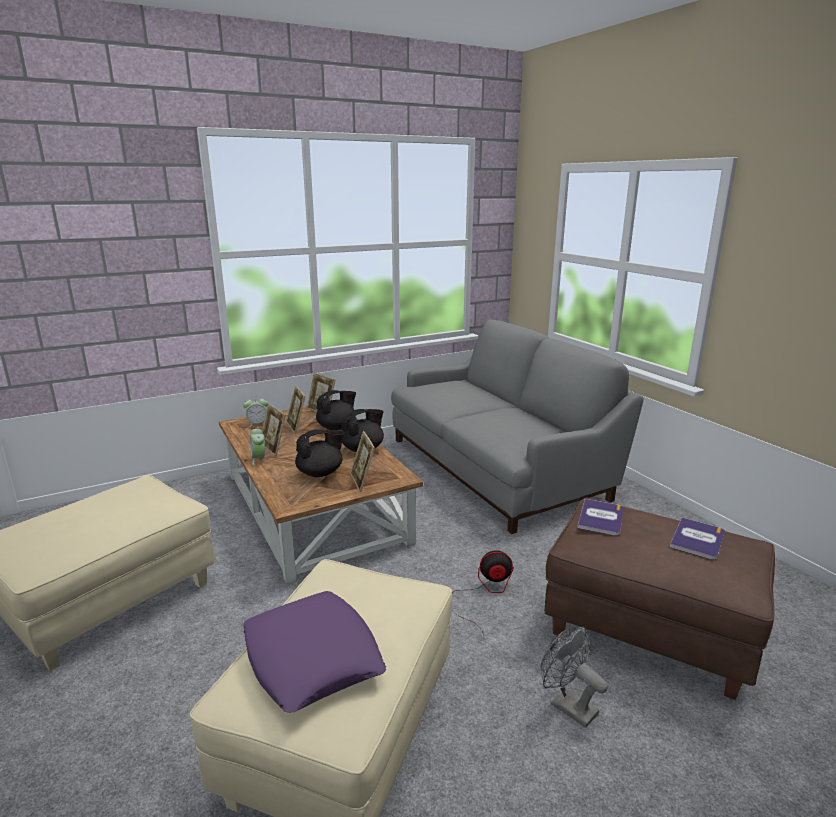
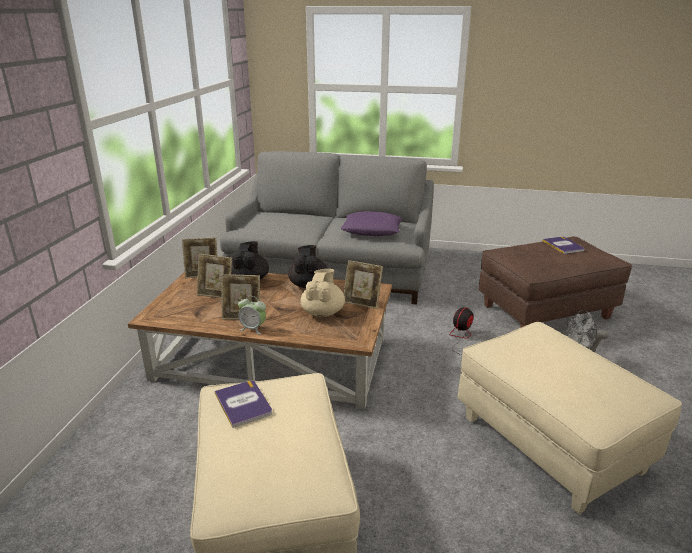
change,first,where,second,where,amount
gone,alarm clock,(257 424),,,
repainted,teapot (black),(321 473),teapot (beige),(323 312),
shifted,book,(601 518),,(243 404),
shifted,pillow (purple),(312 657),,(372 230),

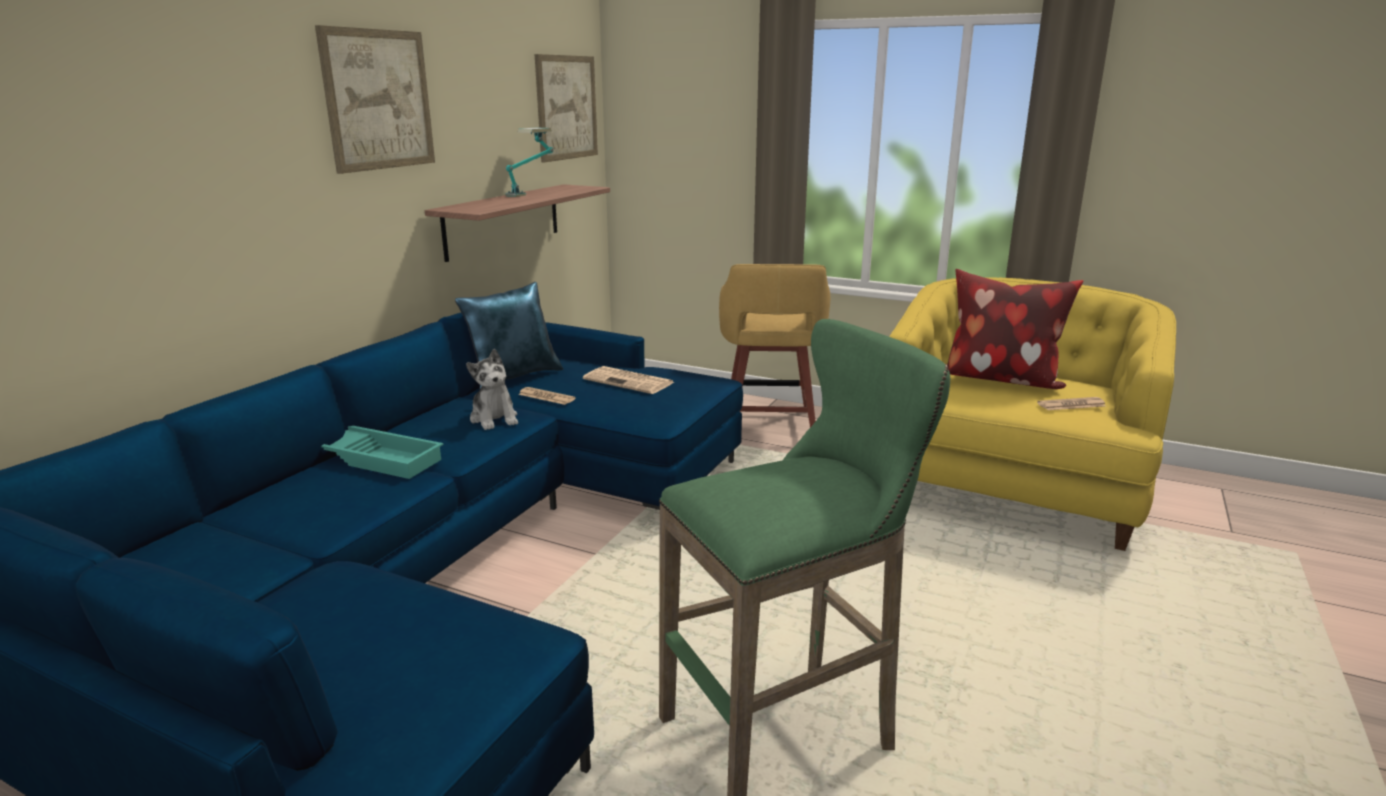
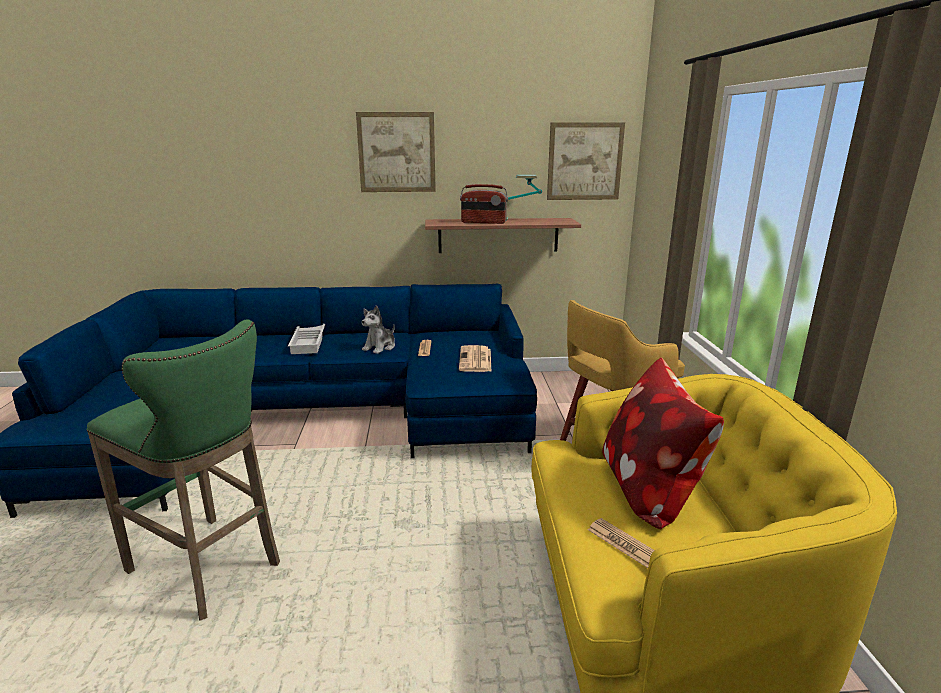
change,first,where,second,where,amount
gone,pillow (blue),(514 378),,,
repainted,tray (turquoise),(379 458),tray (white),(309 342),
new,,,radio,(483 222),

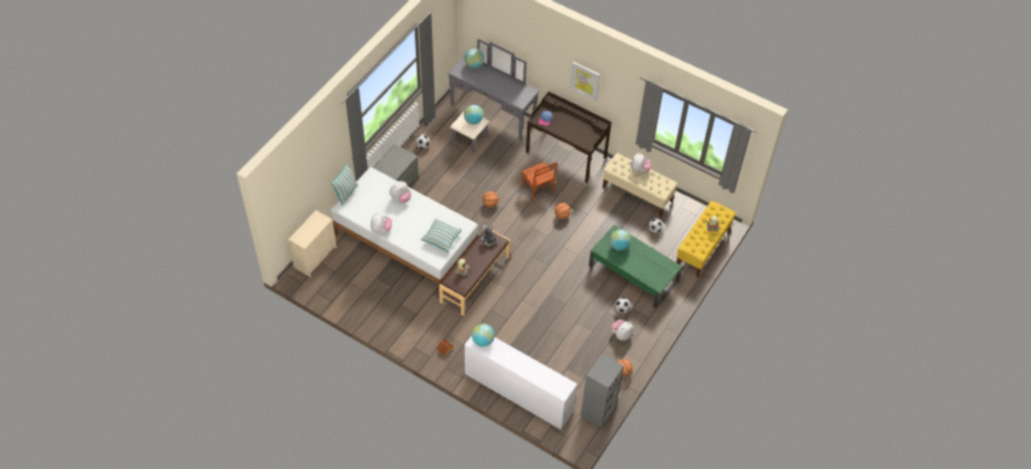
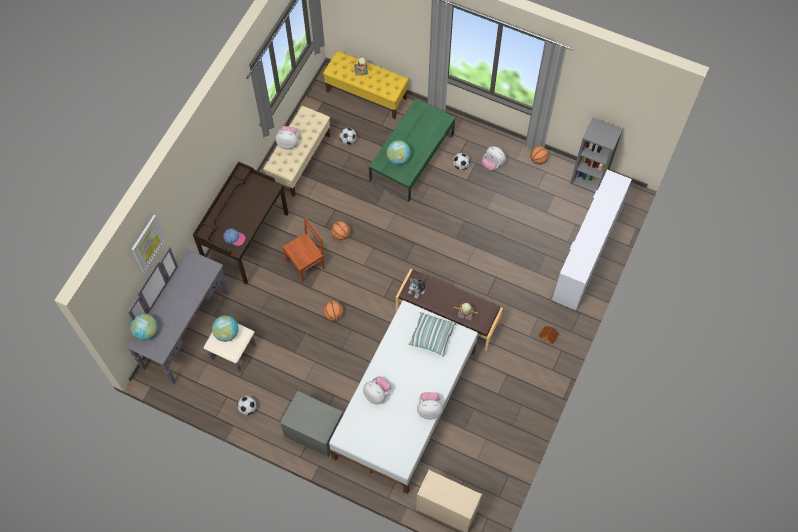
change,first,where,second,where,amount
shifted,picture,(585 81),,(147 243),
gone,pillow,(346 193),,,
gone,globe,(483 341),,,

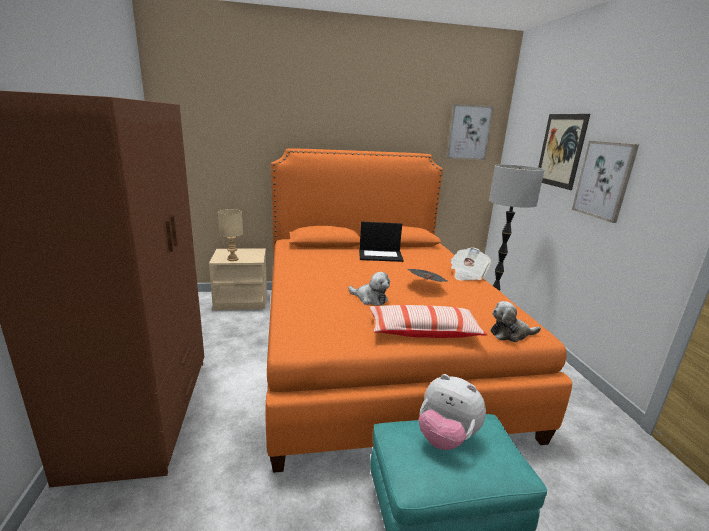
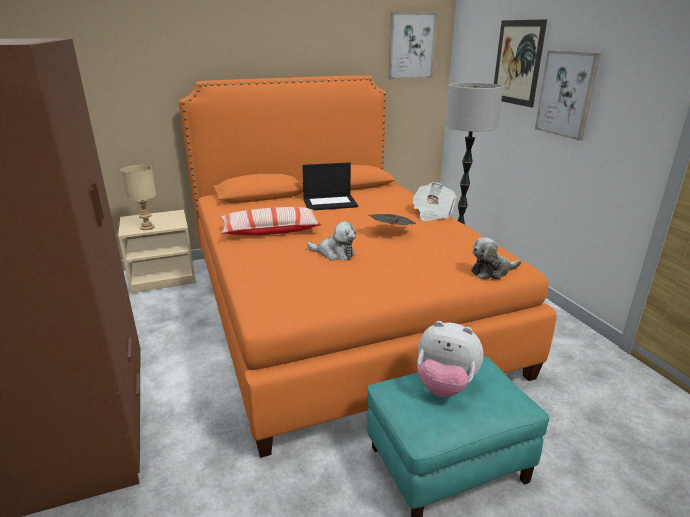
change,first,where,second,where,amount
shifted,pillow,(423 331),,(271 231),

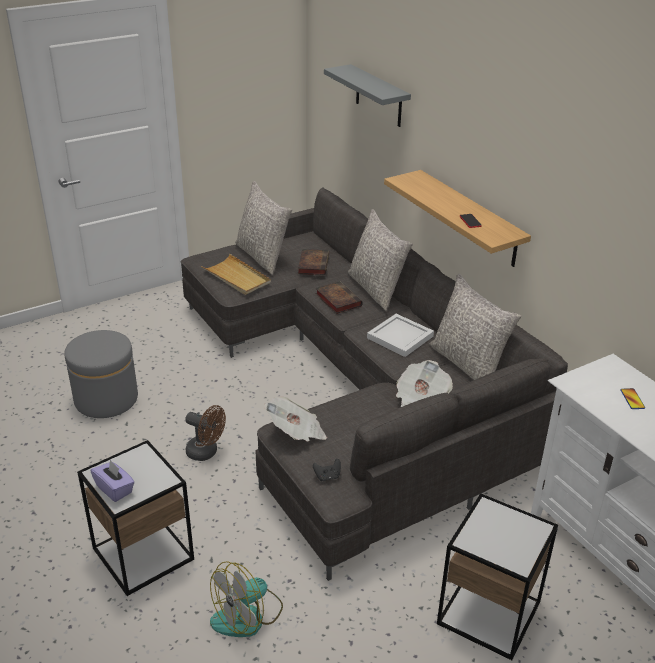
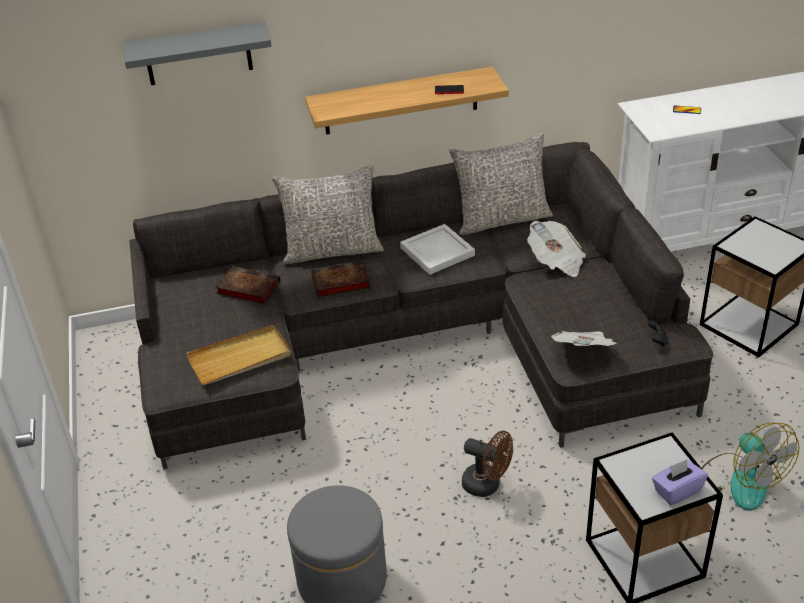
change,first,where,second,where,amount
gone,pillow (grey),(263 256),,,
rotated,fan (brown),(206 452),,(487 485),75 degrees clockwise

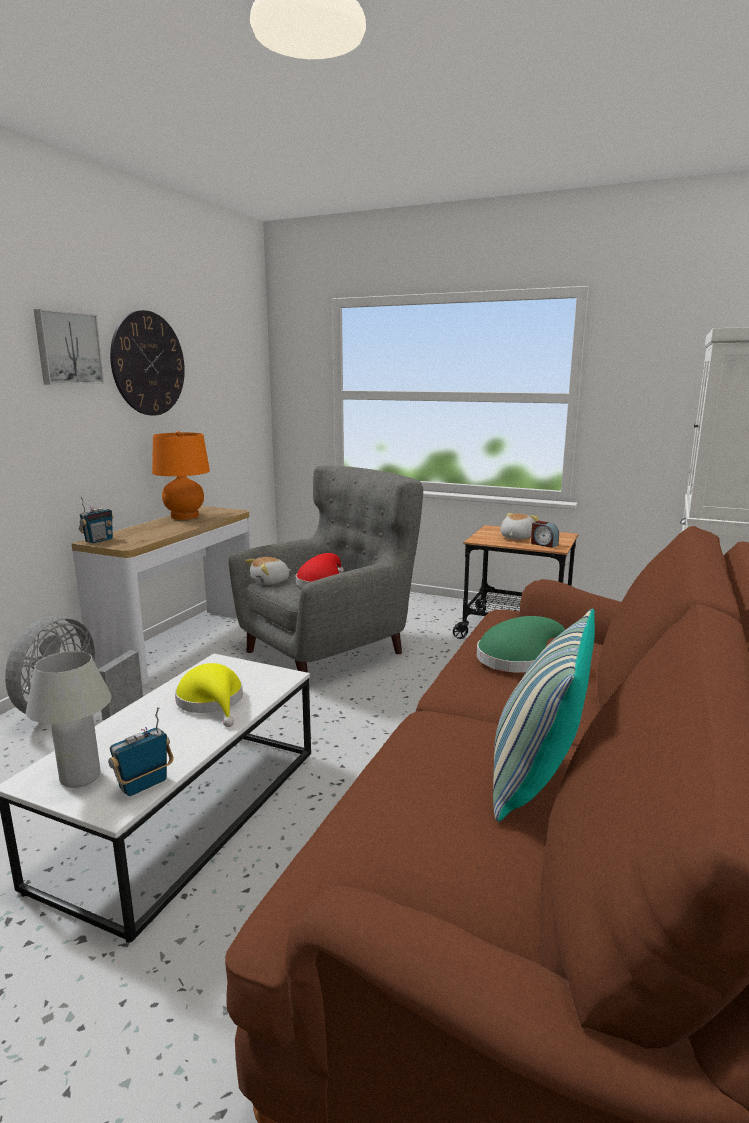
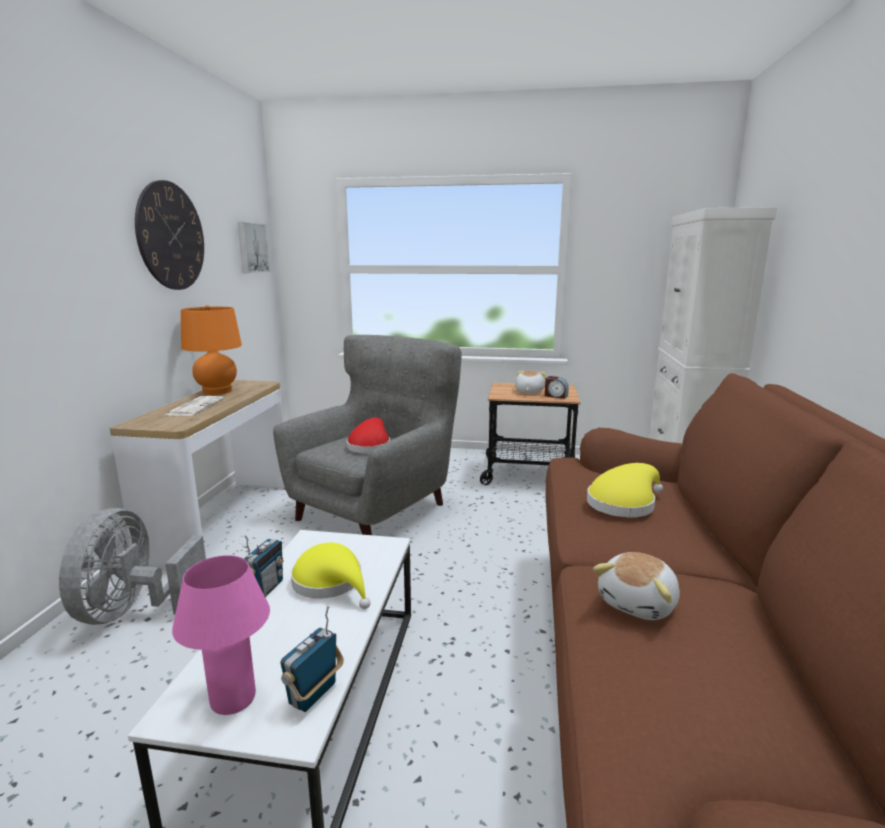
change,first,where,second,where,amount
shifted,picture,(67 348),,(252 248),
shifted,radio,(99 540),,(265 588),
shifted,plush toy,(270 582),,(639 603),
gone,pillow,(535 779),,,
repainted,hat (green),(518 659),hat (yellow),(623 503),
repainted,table lamp (white),(80 777),table lamp (pink),(233 699),
new,,,newspaper,(195 407),

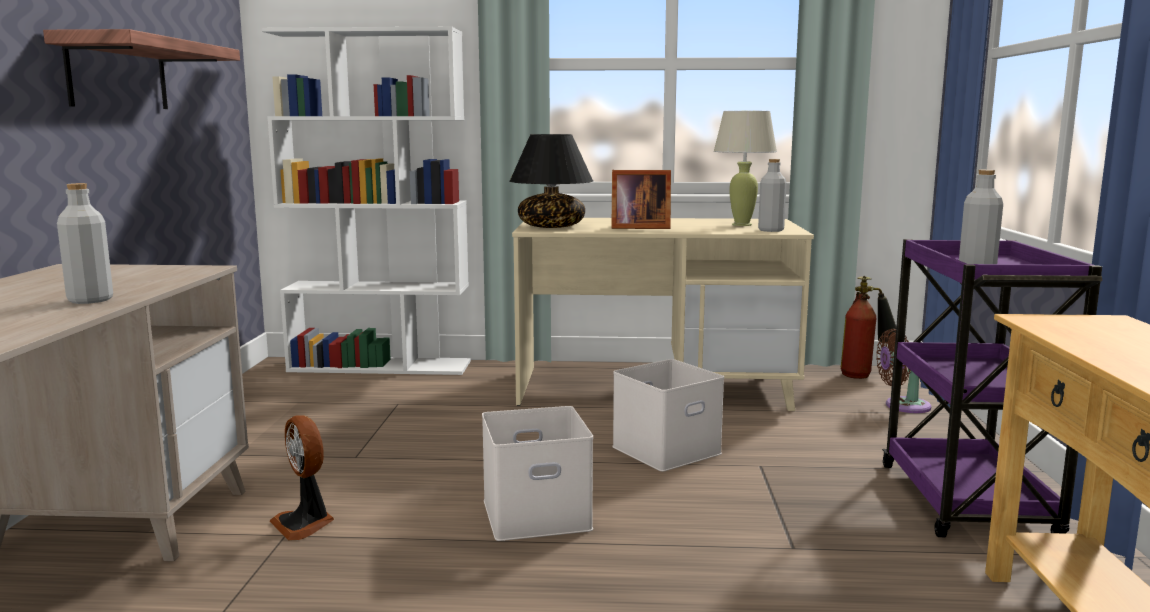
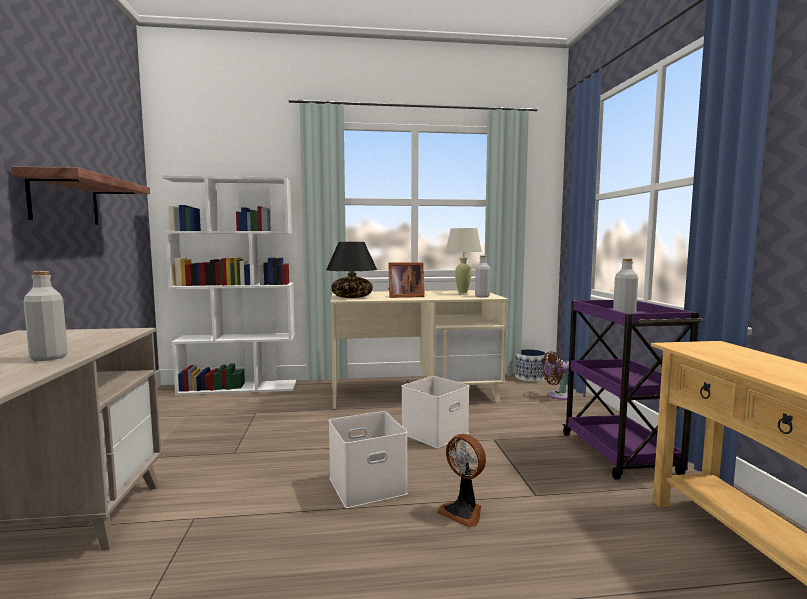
change,first,where,second,where,amount
swapped,fire extinguisher,(866 374),planter,(530 378),
shifted,fan,(305 523),,(463 512),

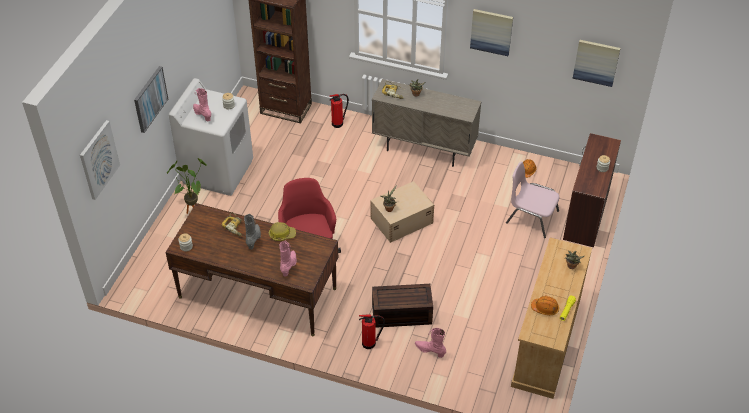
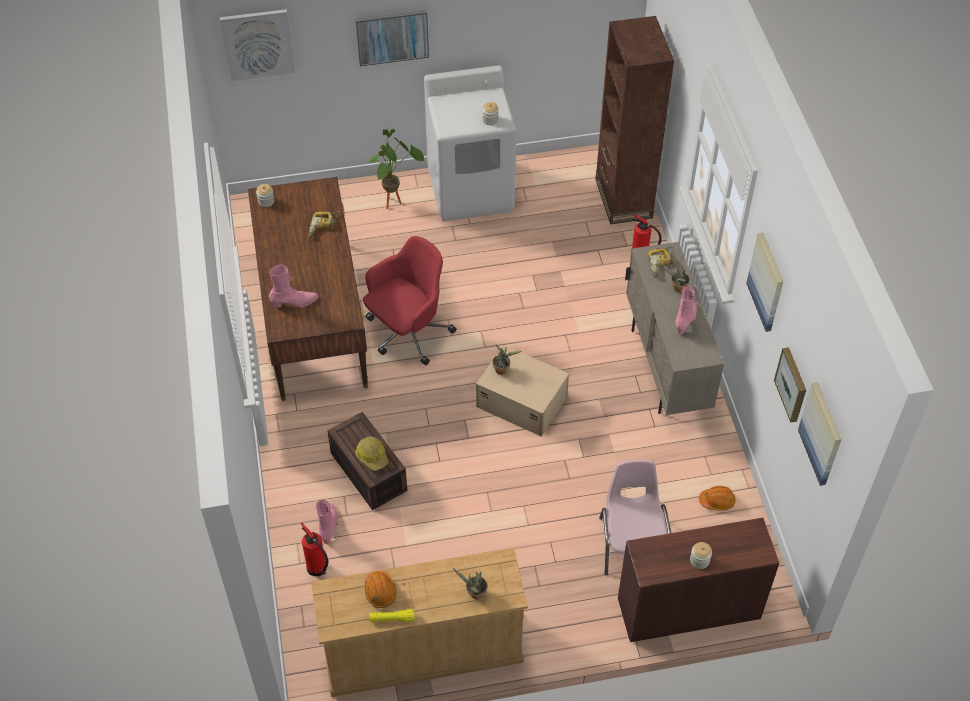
change,first,where,second,where,amount
shifted,boot (pink),(202 114),,(686 320),
gone,boot (grey),(254 239),,,
shifted,hard hat,(282 234),,(372 456),
shifted,fire extinguisher,(370 343),,(317 569),
new,,,picture,(792 384),

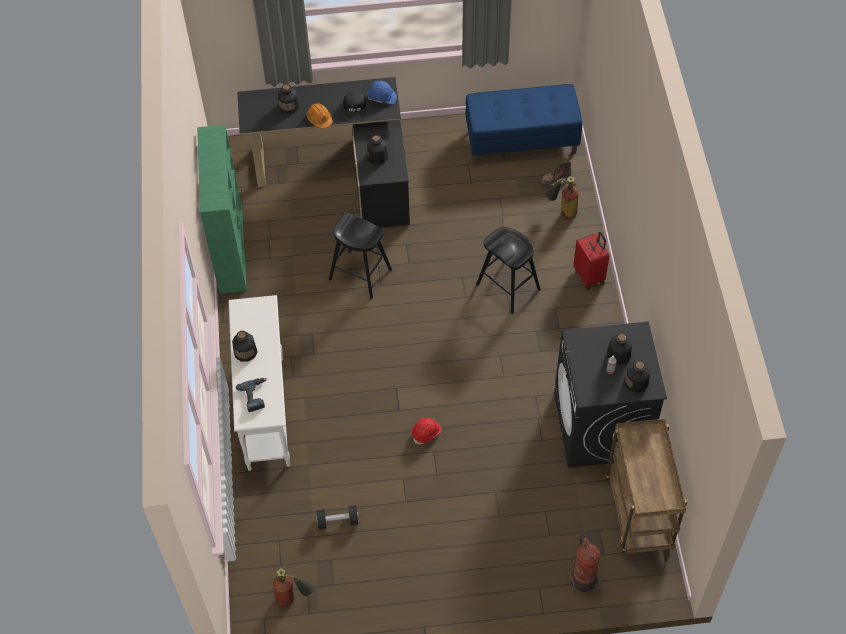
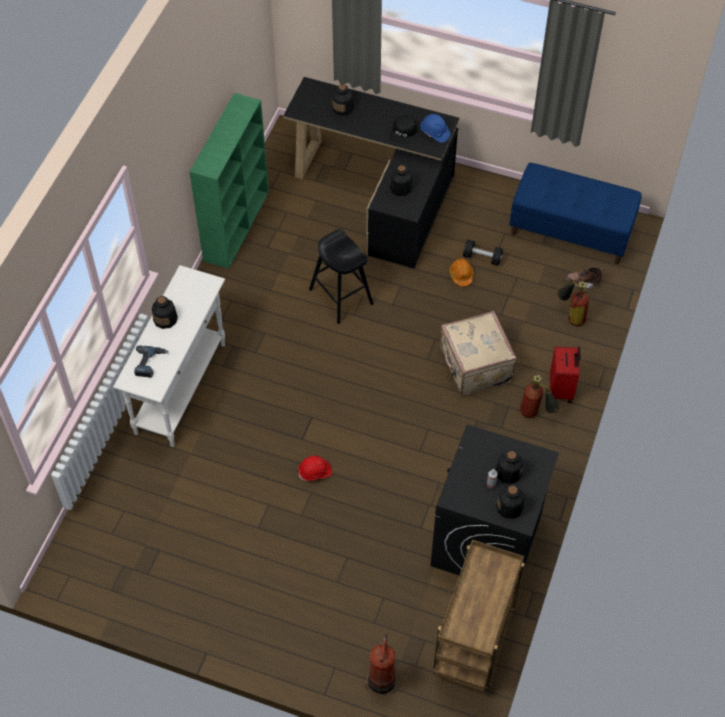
change,first,where,second,where,amount
shifted,hard hat (orange),(319 119),,(461 275),
swapped,stool (black),(508 287),suitcase (beige),(474 366),
shifted,dumbbell (black),(338 521),,(482 258),
shifted,fire extinguisher,(293 599),,(536 414),

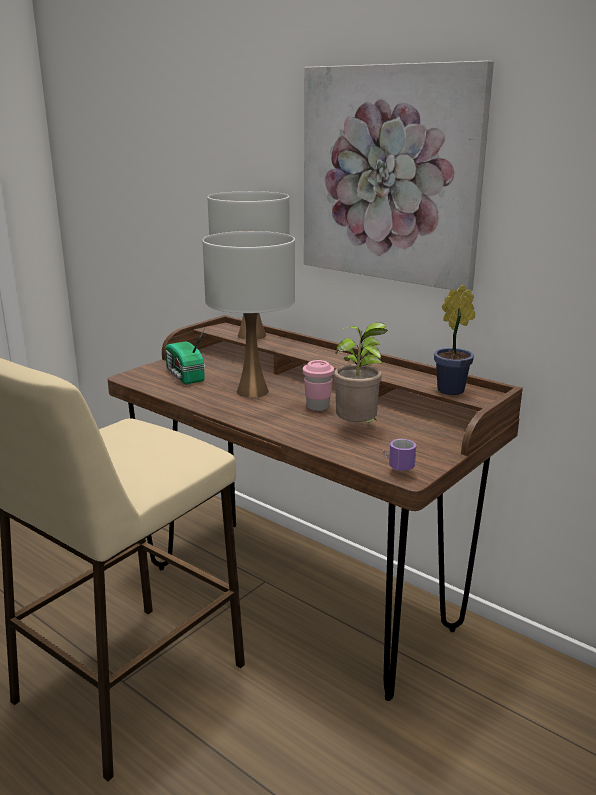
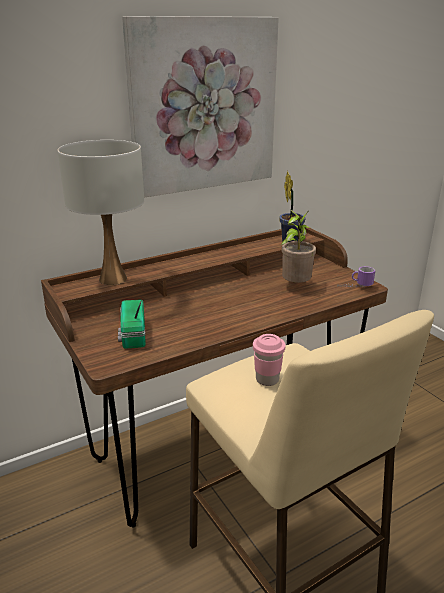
change,first,where,second,where,amount
gone,table lamp (white),(253 391),,,
rotated,radio,(184 376),,(132 335),90 degrees clockwise
shifted,cup (pink),(318 407),,(267 379),

